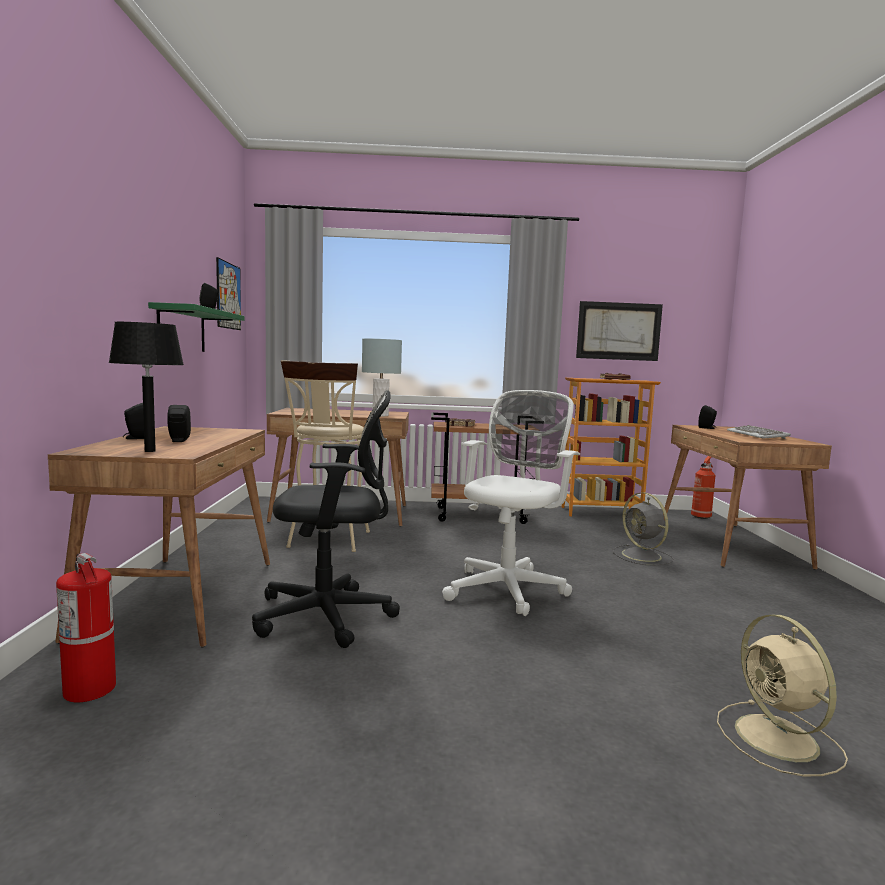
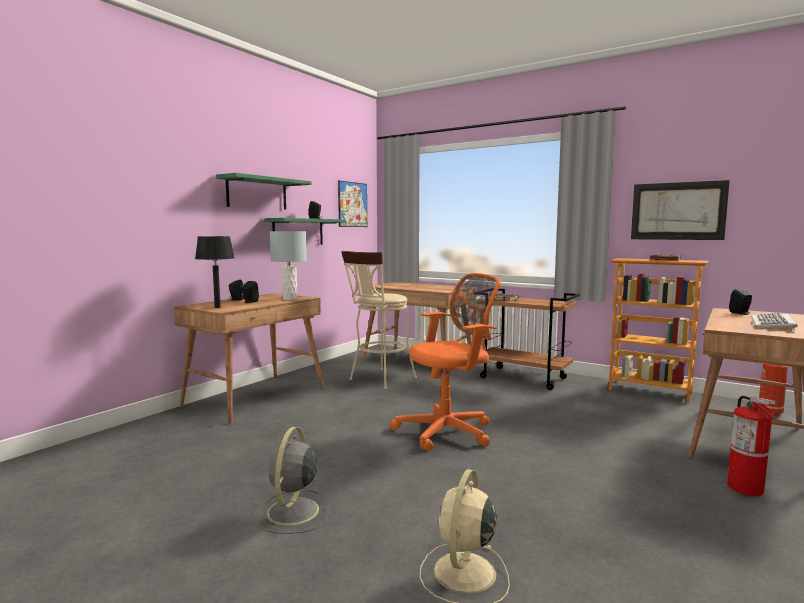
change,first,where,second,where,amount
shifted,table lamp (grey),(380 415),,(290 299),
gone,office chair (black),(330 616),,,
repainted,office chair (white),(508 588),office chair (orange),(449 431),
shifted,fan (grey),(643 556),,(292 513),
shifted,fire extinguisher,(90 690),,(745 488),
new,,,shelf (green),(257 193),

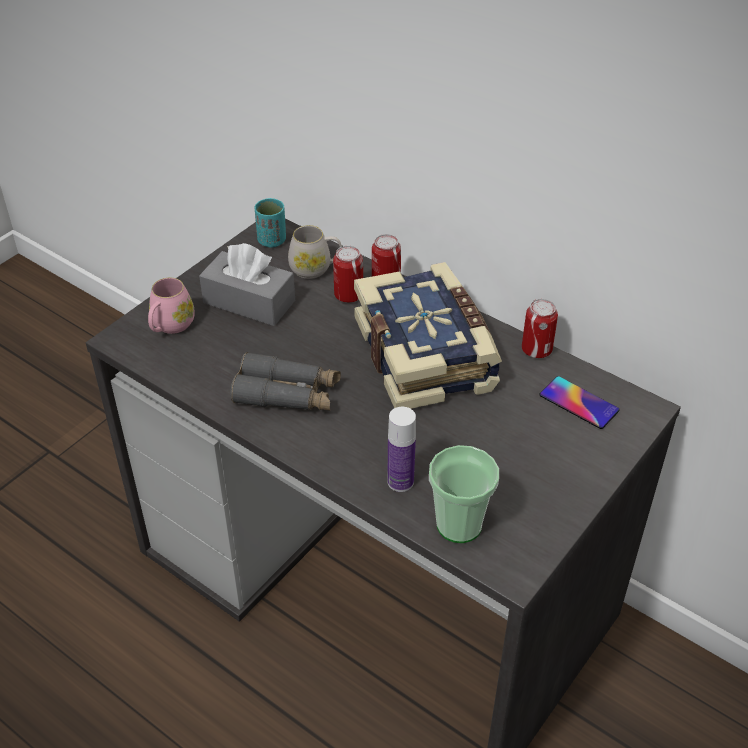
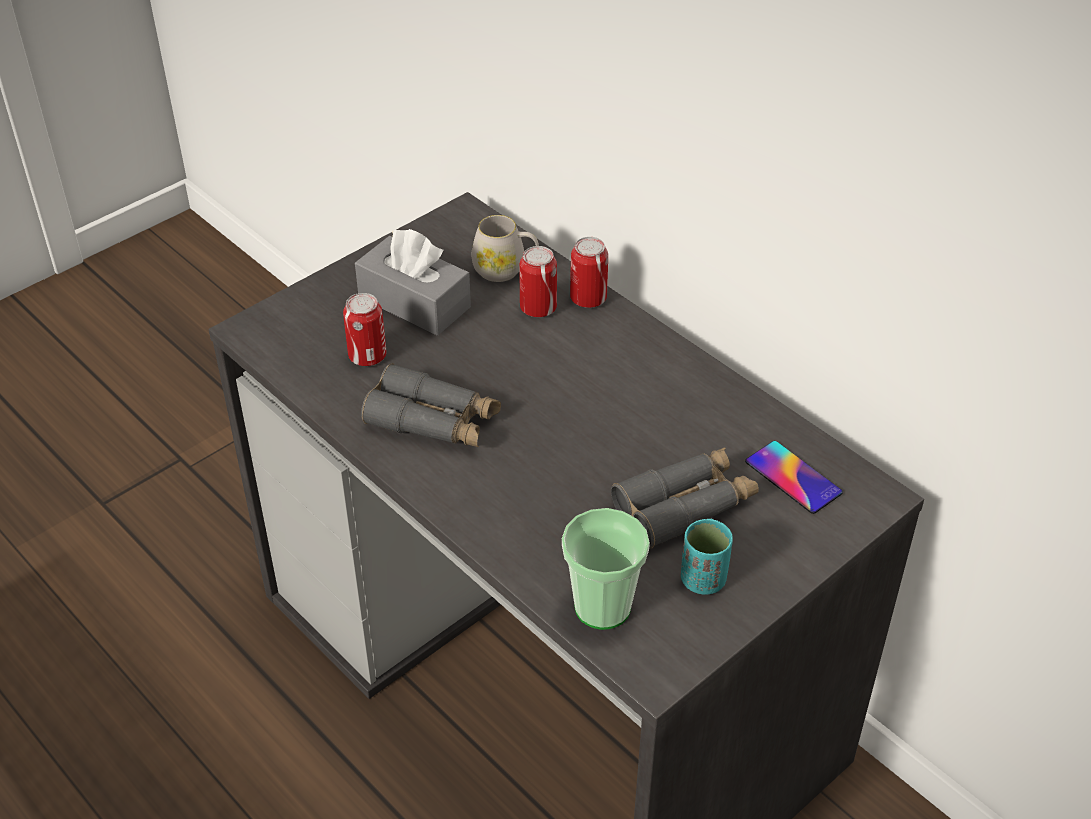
change,first,where,second,where,amount
shifted,cup (turquoise),(272 241),,(703 580),
gone,book,(427 354),,,
gone,mug (pink),(170 326),,,
shifted,can,(536 350),,(367 356),
gone,bottle,(400 481),,,
new,,,binoculars (grey),(685 505),

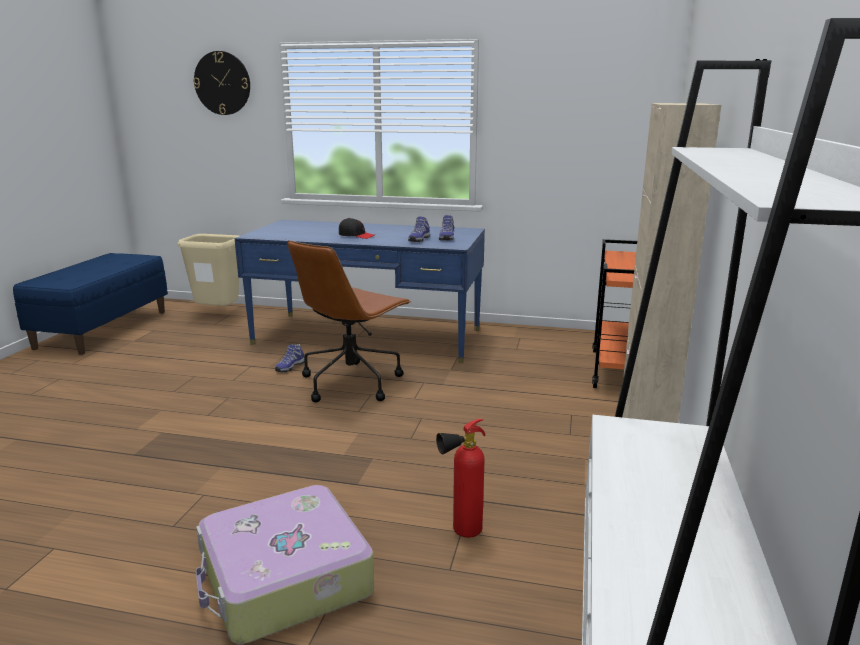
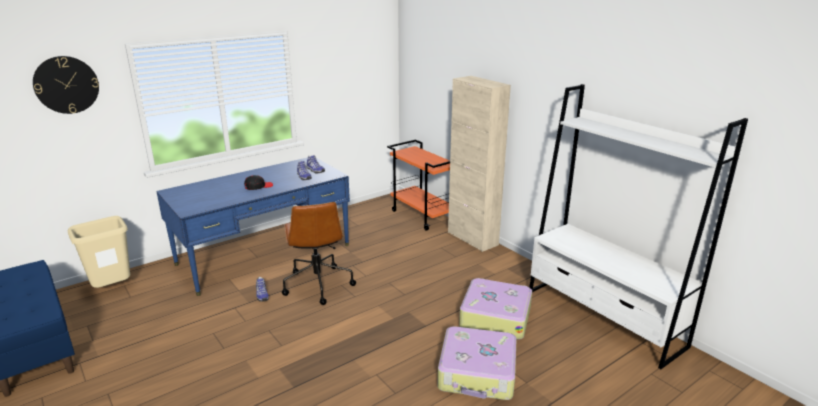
change,first,where,second,where,amount
swapped,fire extinguisher,(461 533),suitcase,(495 316),

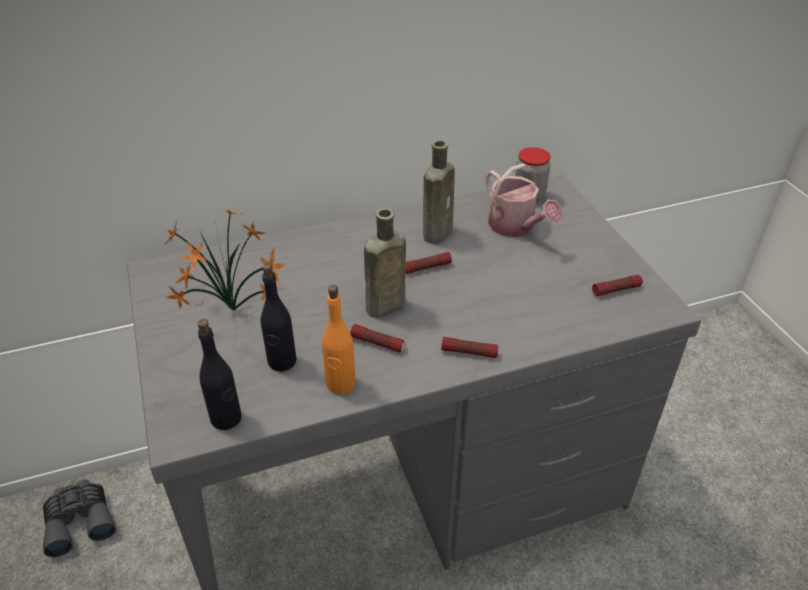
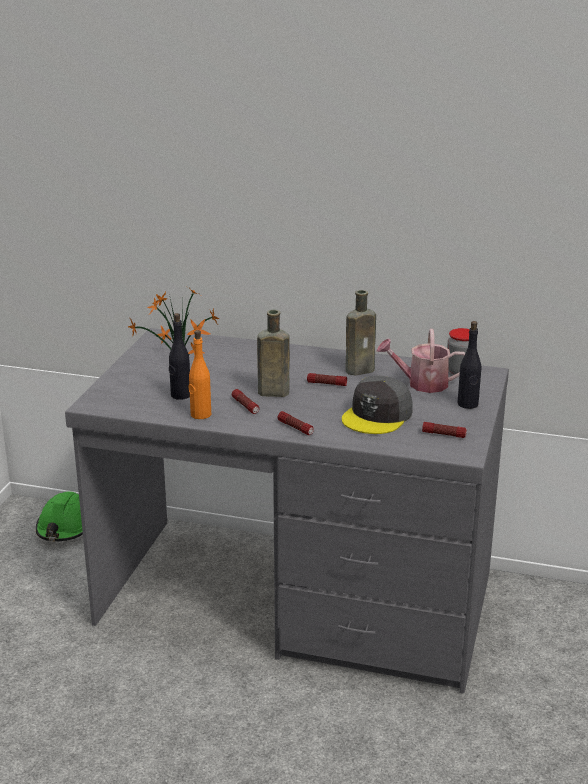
change,first,where,second,where,amount
rotated,watering can,(515 227),,(421 384),90 degrees clockwise
shifted,bottle (black),(226 418),,(468 404),
swapped,binoculars (grey),(79 520),hard hat (green),(65 528),
new,,,cap (grey),(377 416),

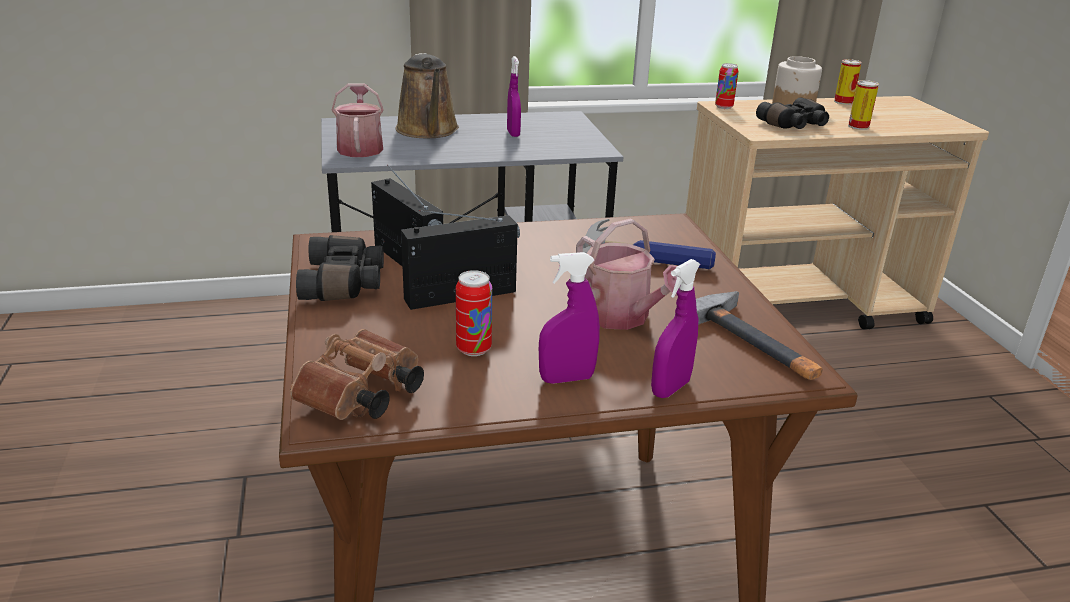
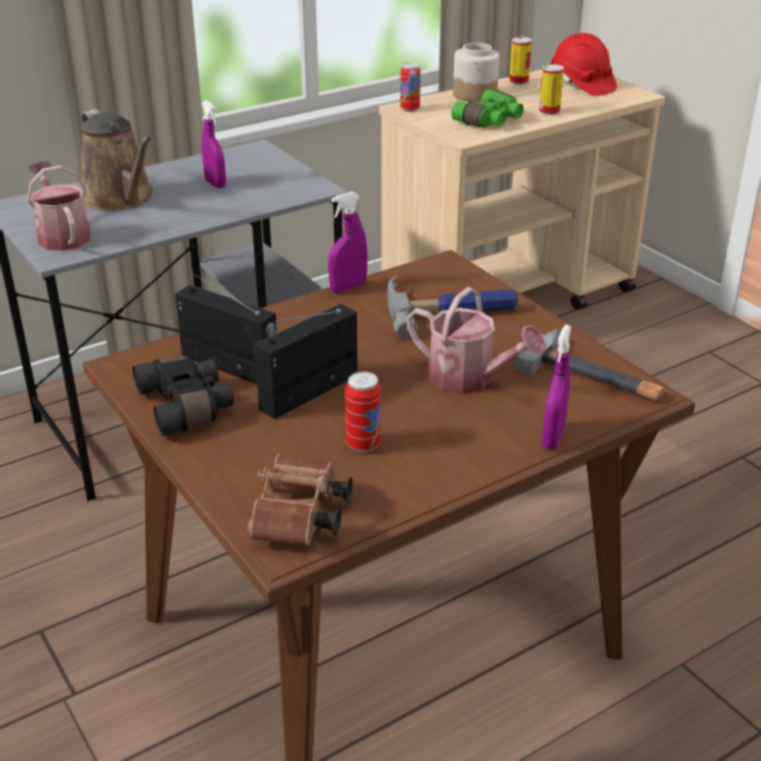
change,first,where,second,where,amount
repainted,binoculars (black),(794 125),binoculars (green),(490 121),
shifted,spray bottle (purple),(566 379),,(348 288),
new,,,hard hat (red),(581 85),

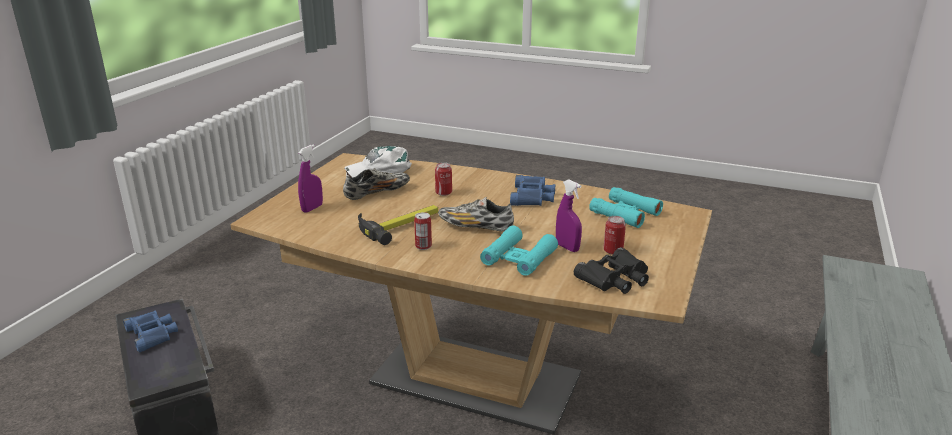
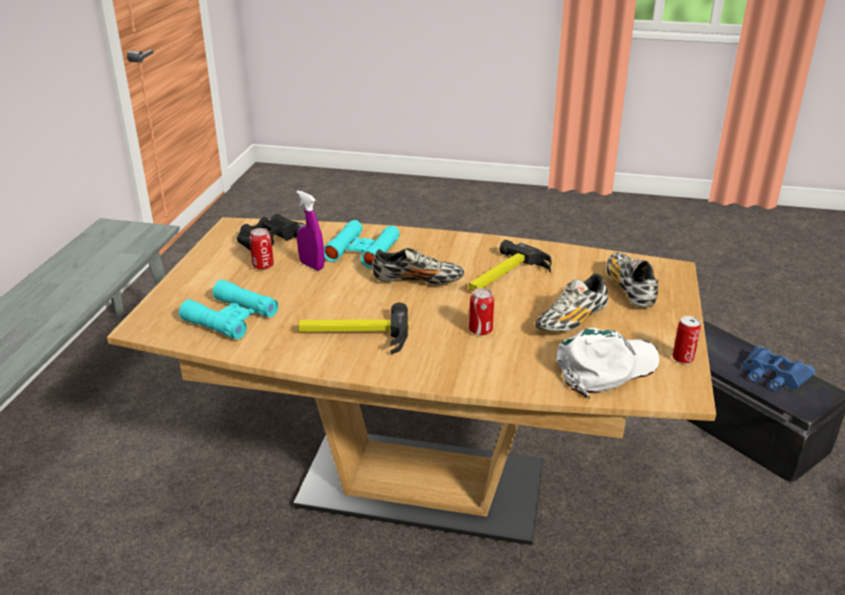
change,first,where,second,where,amount
swapped,spray bottle (purple),(312 208),shoe,(629 289),
swapped,binoculars (blue),(532 197),hammer,(353 335),
shifted,can,(423 246),,(683 358),

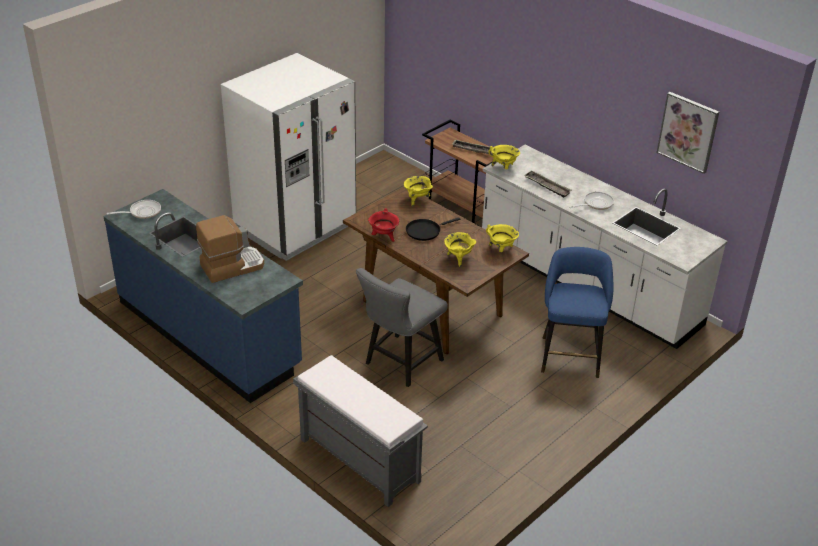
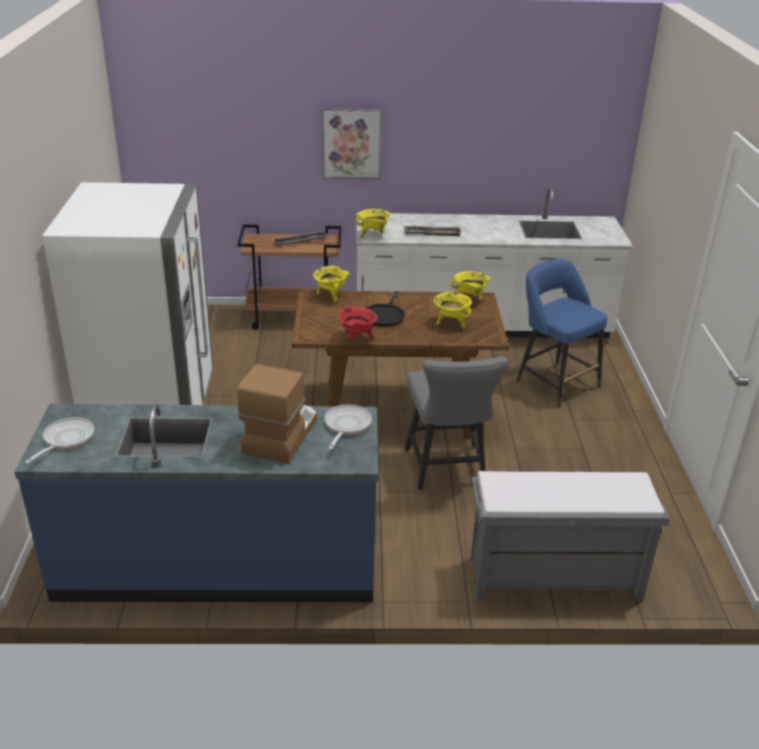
change,first,where,second,where,amount
shifted,picture,(688 132),,(351 143),
shifted,frying pan,(596 204),,(346 426),

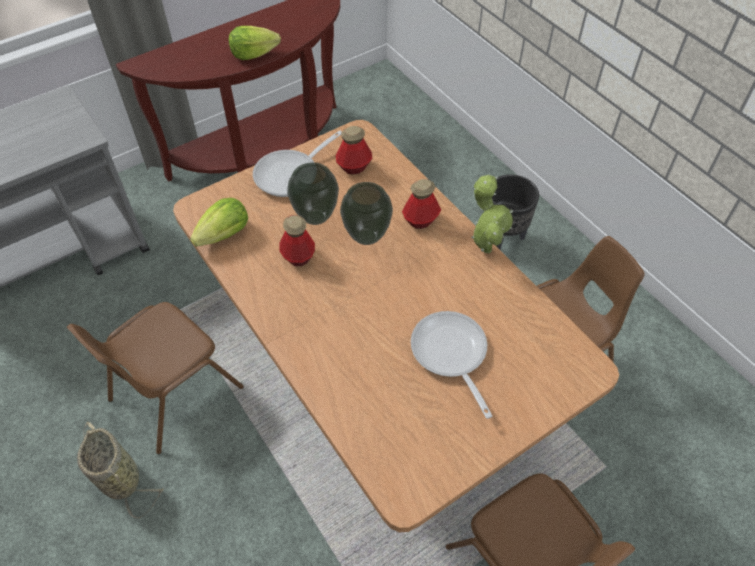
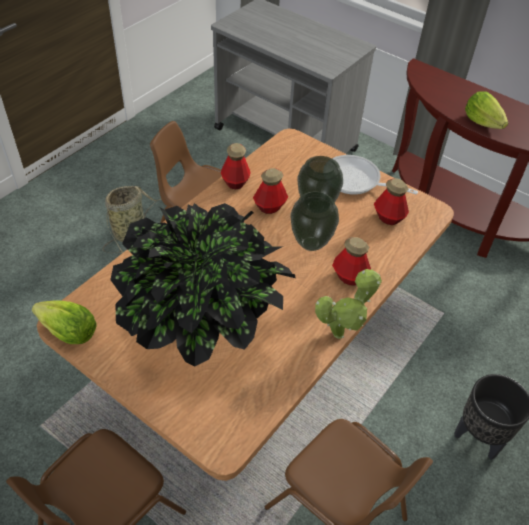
change,first,where,second,where,amount
shifted,lettuce,(224 235),,(69 333),
swapped,frying pan,(450 355),potted plant,(205 328),
new,,,bottle,(235 182),

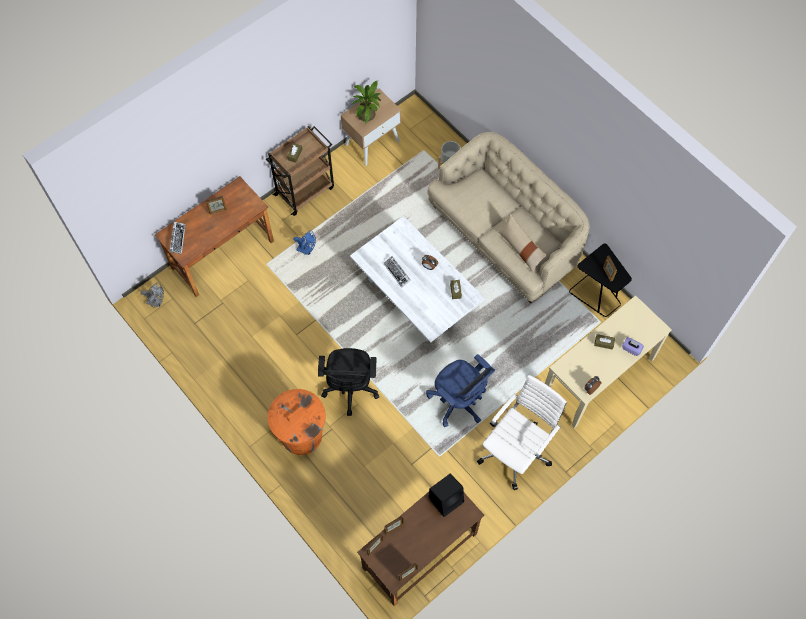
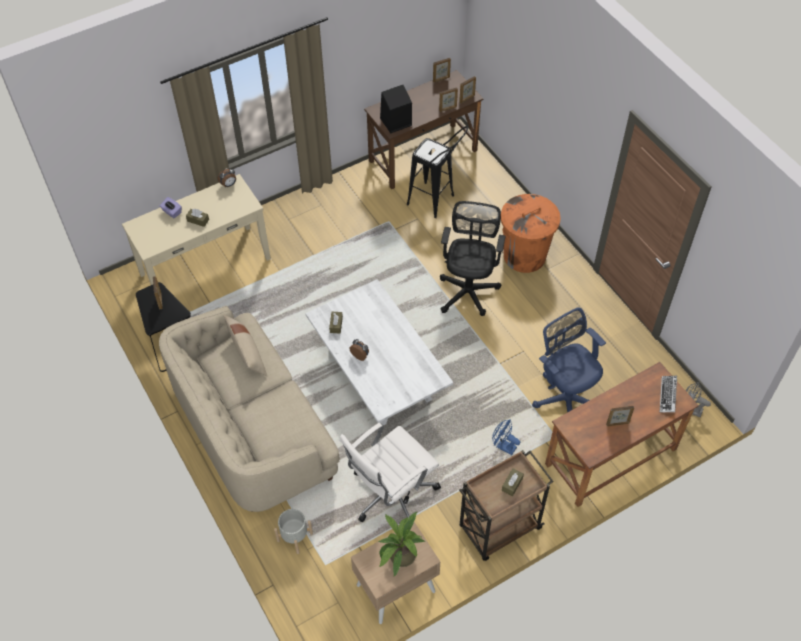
change,first,where,second,where,amount
gone,keyboard,(397 272),,,
shifted,office chair (blue),(458 402),,(564 398),
shifted,office chair (white),(516 450),,(391 494),
new,,,stool (black),(436 203),

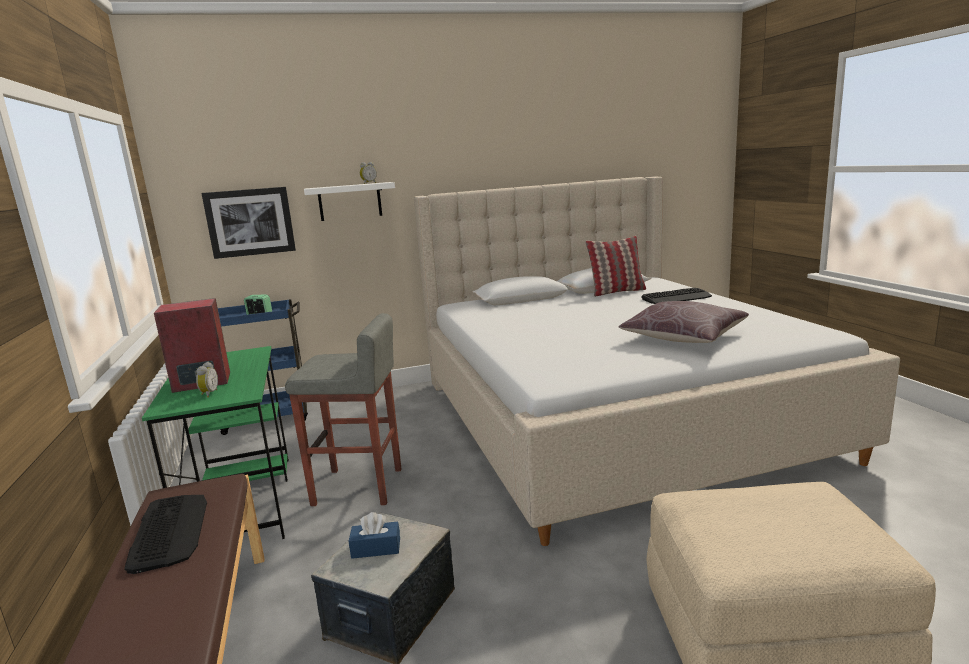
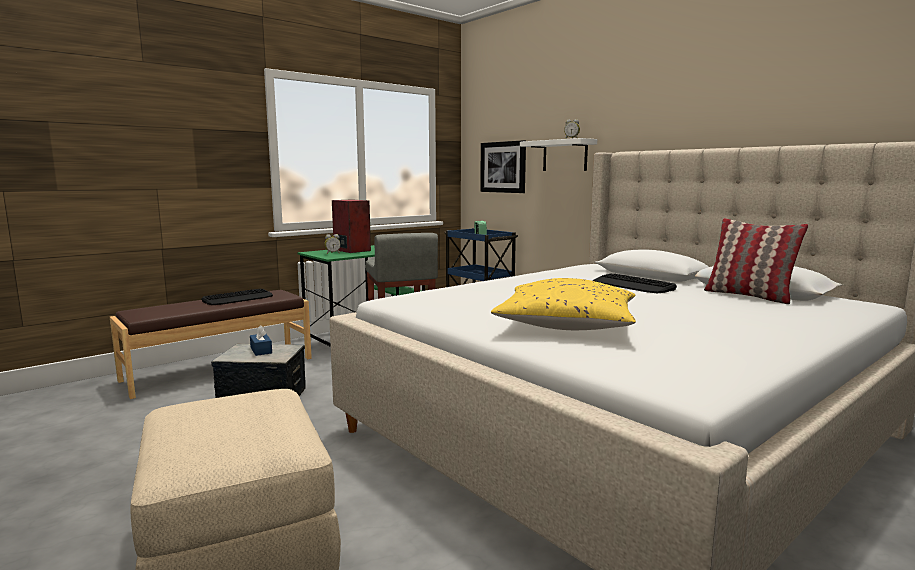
change,first,where,second,where,amount
shifted,keyboard,(676 297),,(633 285),
repainted,pillow (brown),(684 338),pillow (yellow),(567 325),

